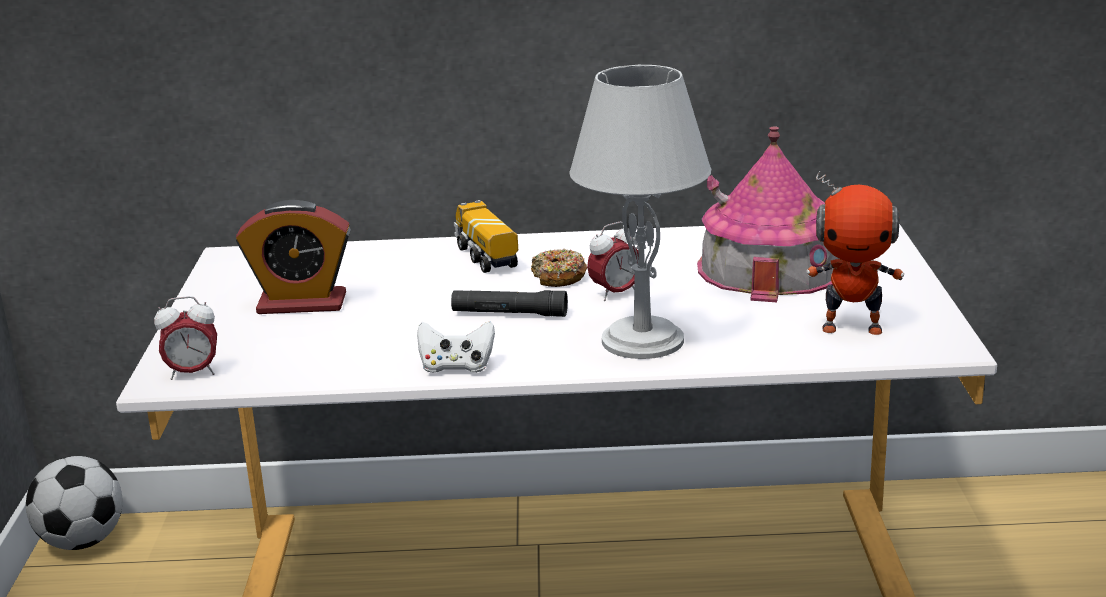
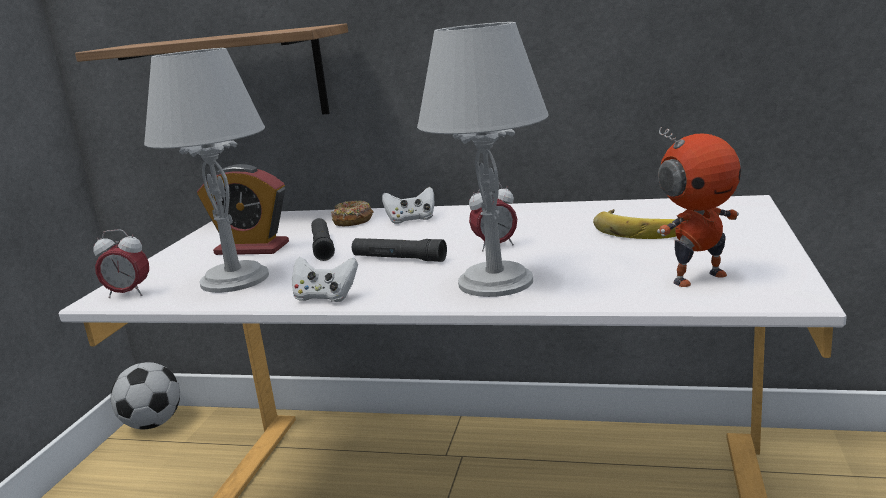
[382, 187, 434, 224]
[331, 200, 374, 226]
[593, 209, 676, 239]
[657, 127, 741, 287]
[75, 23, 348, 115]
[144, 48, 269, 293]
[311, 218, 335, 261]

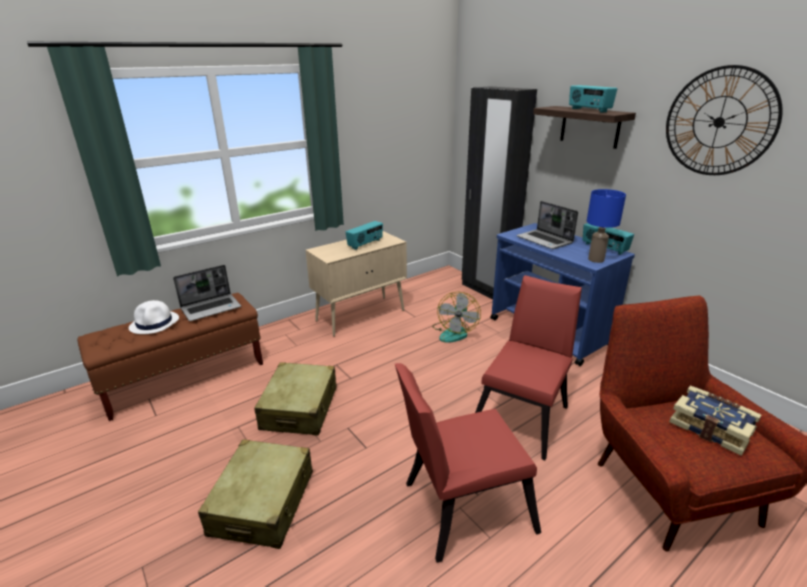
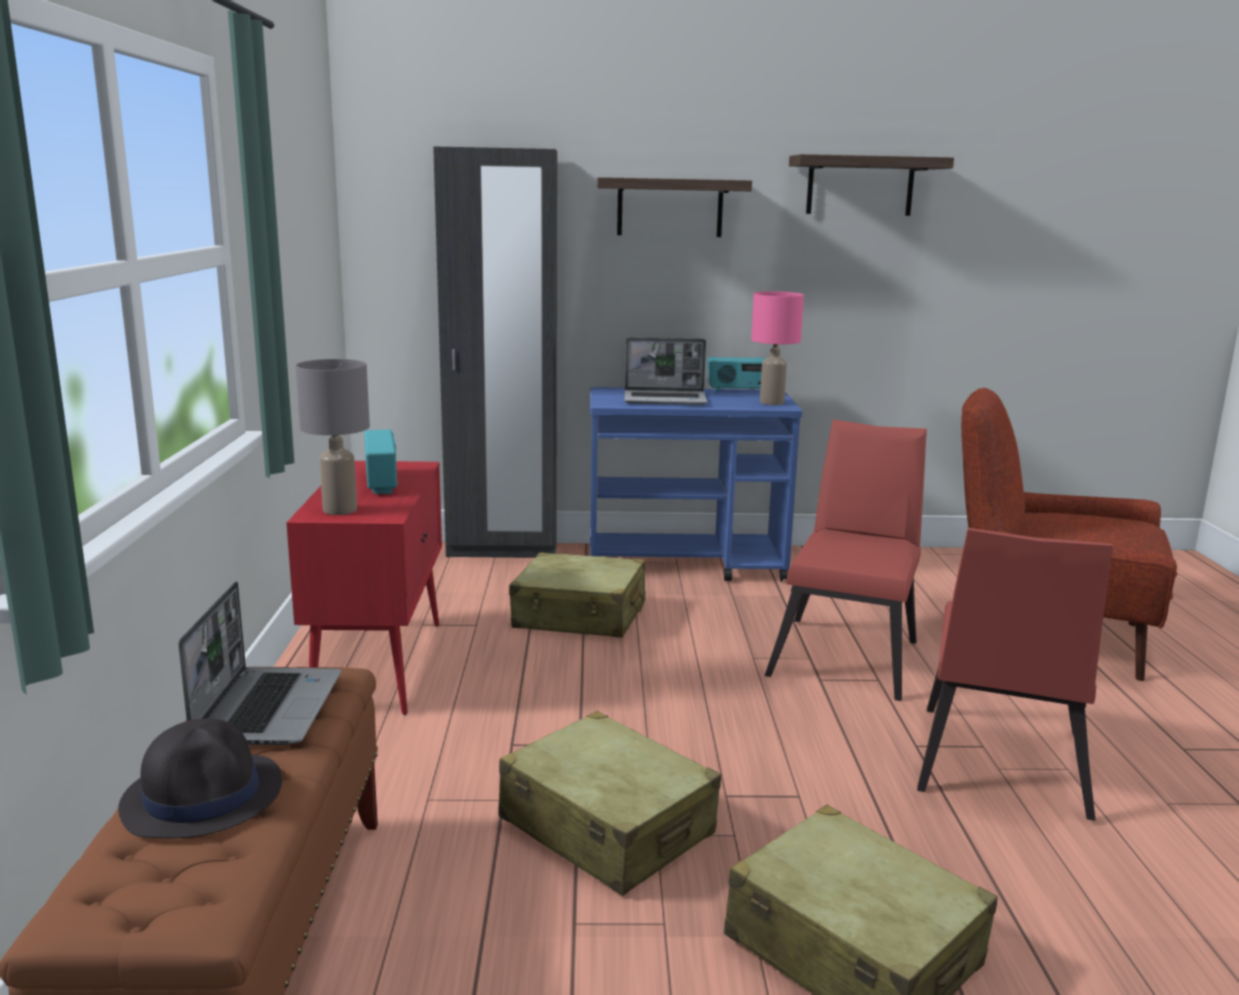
[118, 718, 282, 838]
[287, 461, 442, 715]
[509, 552, 645, 638]
[765, 419, 927, 701]
[569, 85, 617, 113] (first image)
[751, 291, 804, 405]
[789, 154, 954, 216]
[669, 386, 761, 456] (first image)
[295, 359, 370, 515]

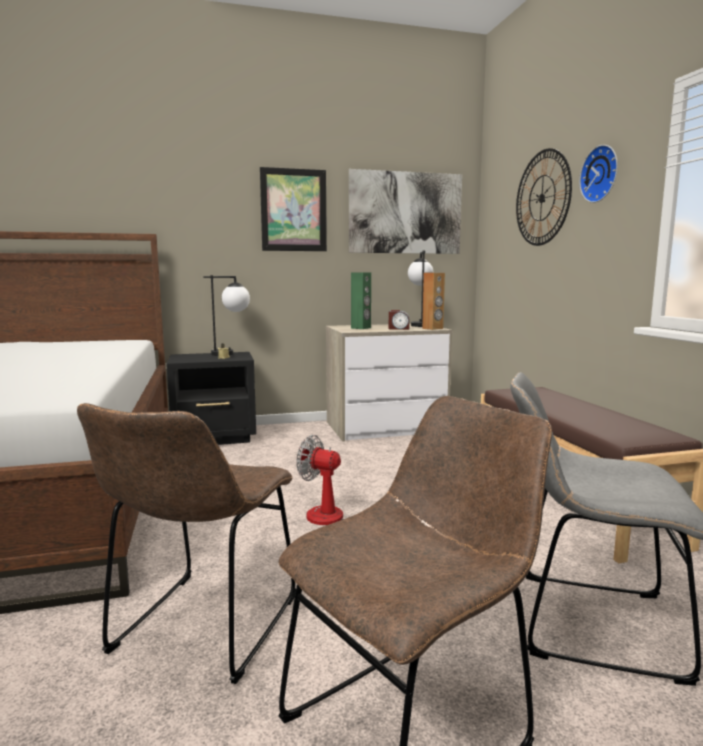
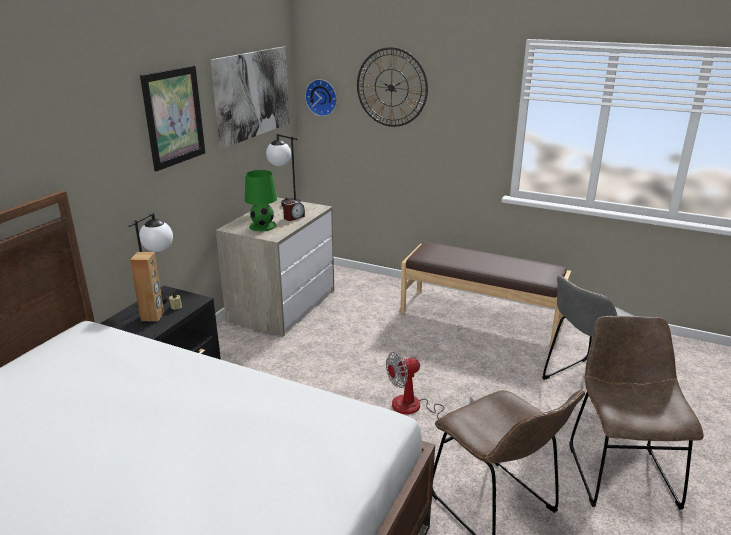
[245, 170, 277, 231]
[130, 252, 164, 322]
[305, 79, 337, 116]

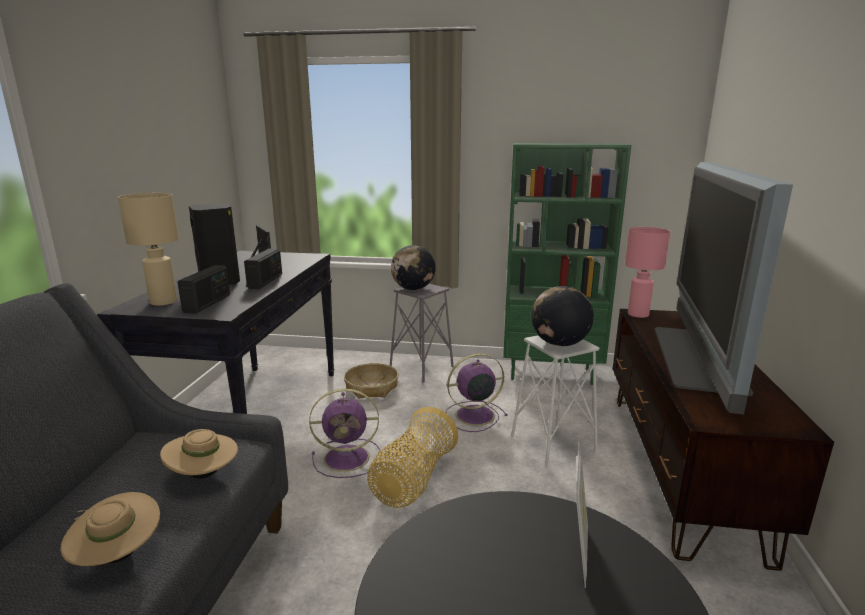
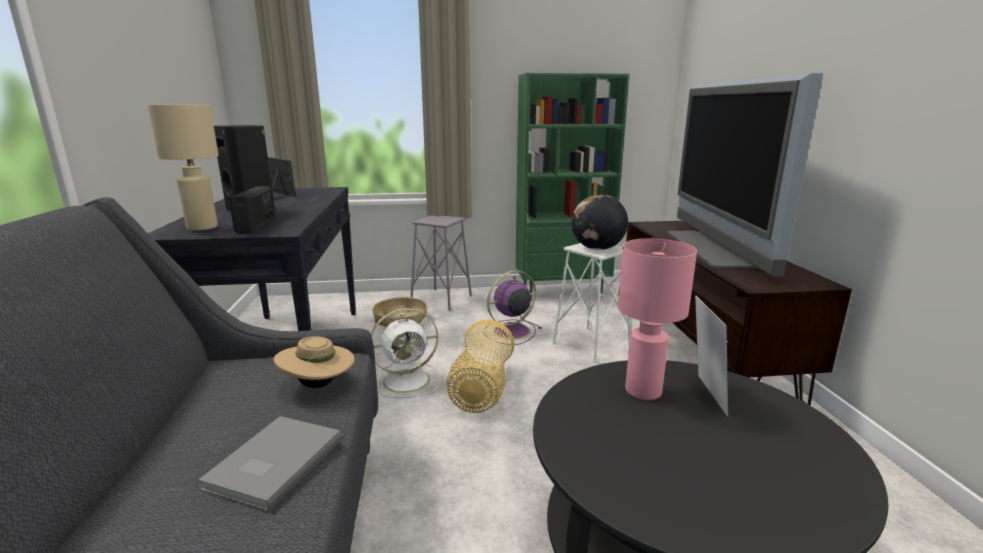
[198, 416, 342, 511]
[244, 249, 282, 289] (first image)
[371, 308, 442, 398]
[391, 245, 436, 290] (first image)
[618, 238, 697, 400]

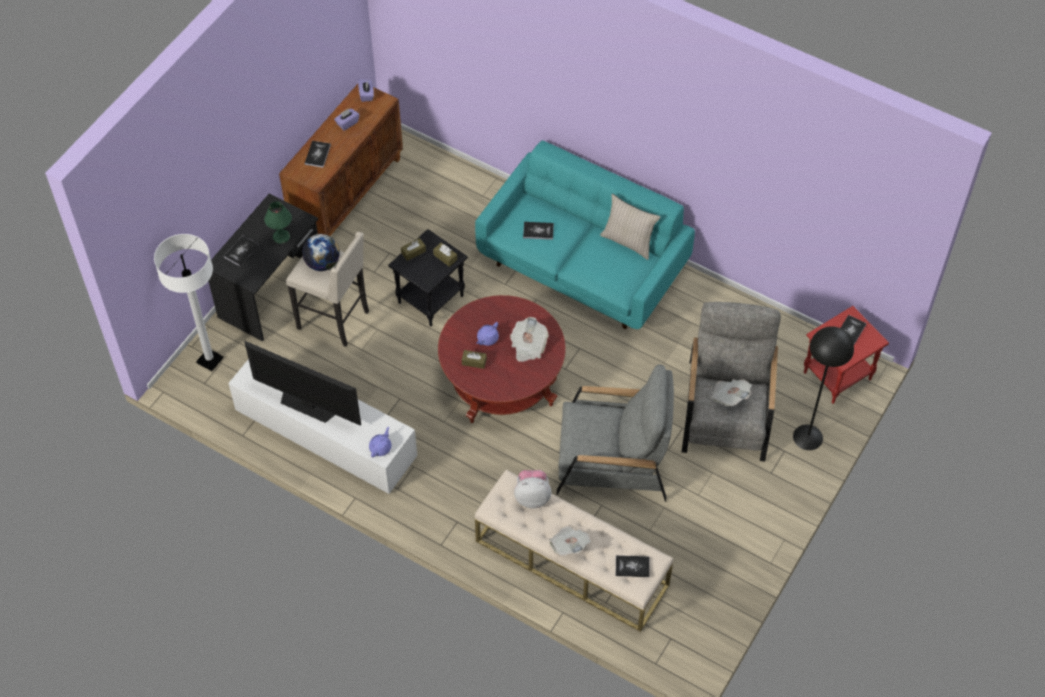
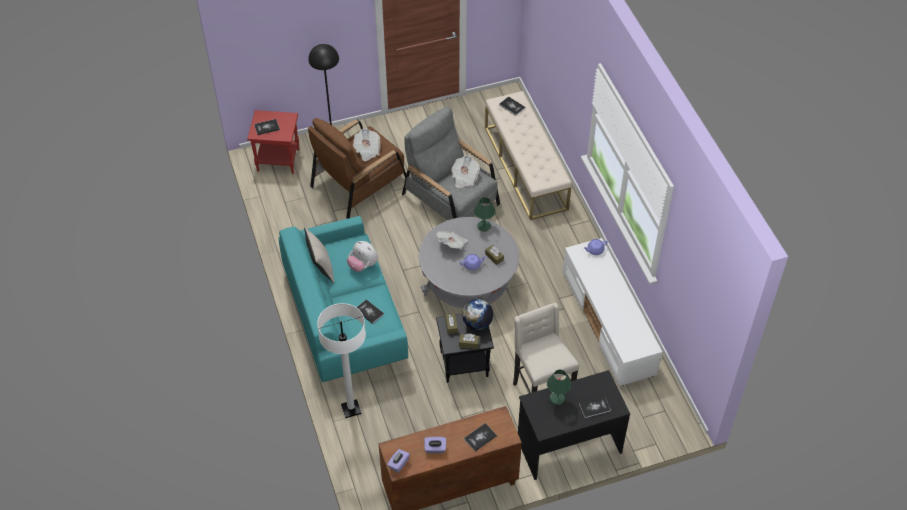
[317, 303, 366, 418]
[245, 341, 361, 426] (first image)
[462, 299, 493, 330]
[419, 217, 519, 308]
[347, 241, 378, 272]
[451, 155, 480, 188]
[308, 118, 406, 219]
[474, 197, 495, 232]

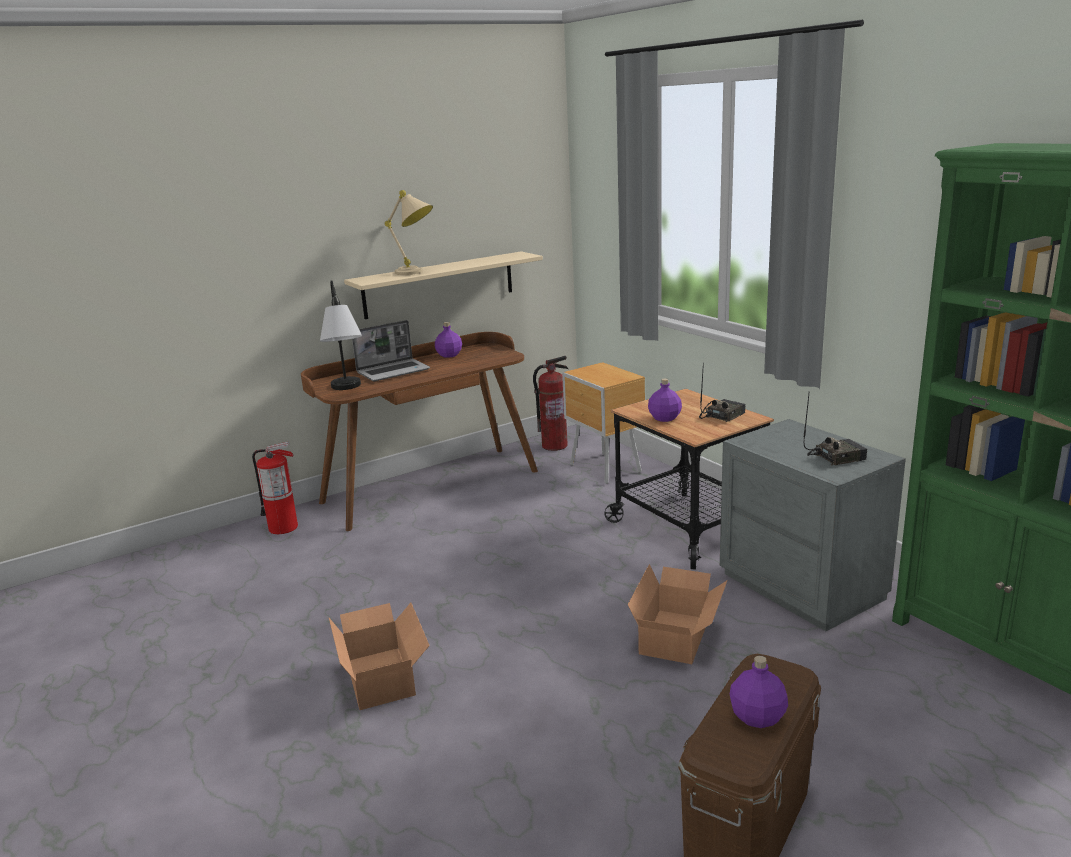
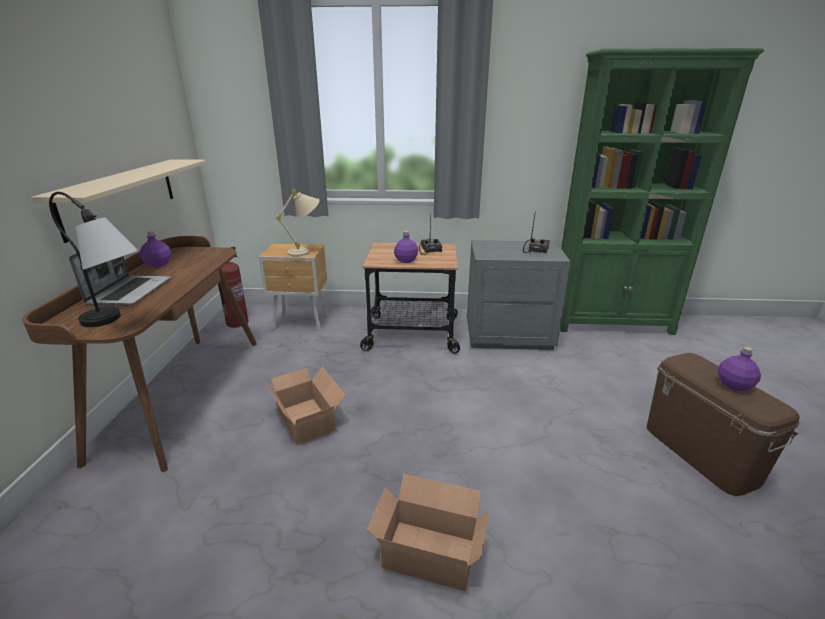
[252, 442, 298, 534] (first image)
[276, 189, 320, 256]
[265, 366, 346, 445]

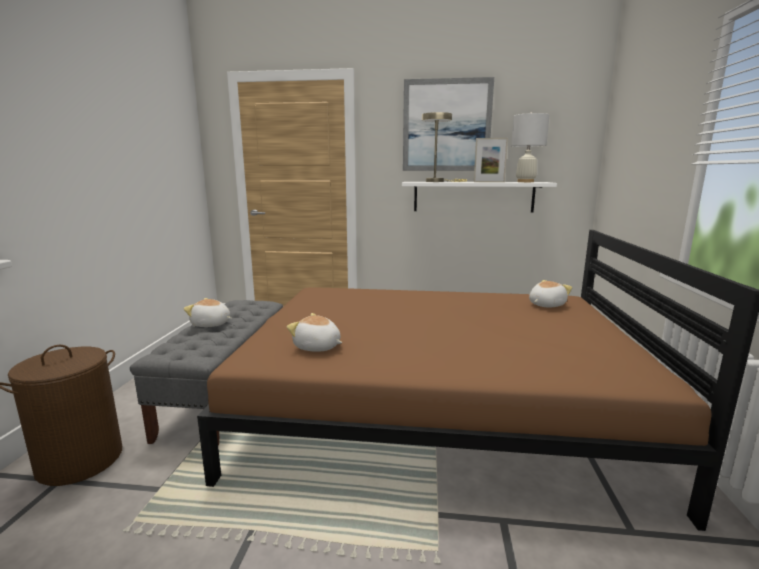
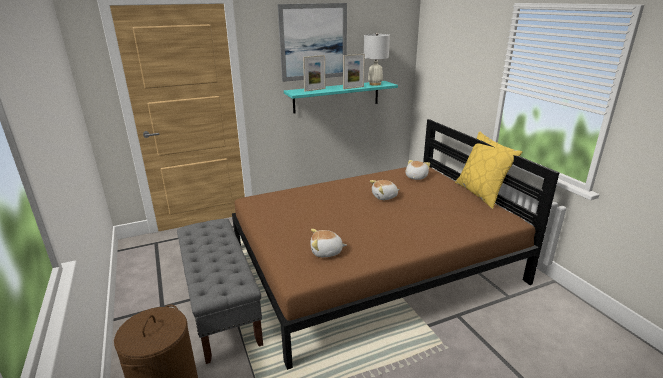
[370, 180, 400, 200]
[284, 81, 398, 114]
[303, 55, 326, 92]
[455, 131, 522, 209]

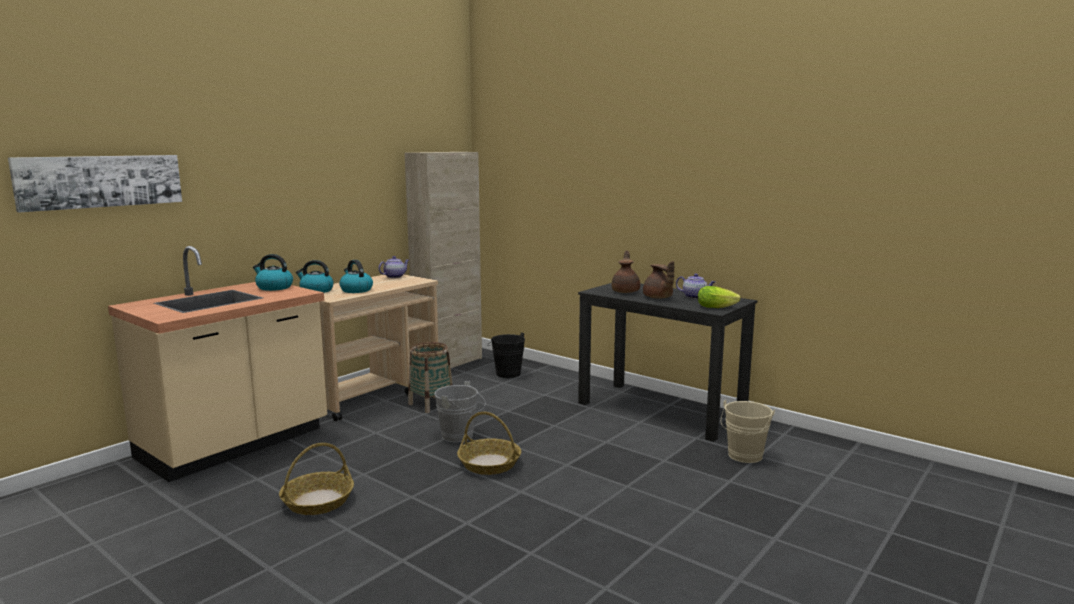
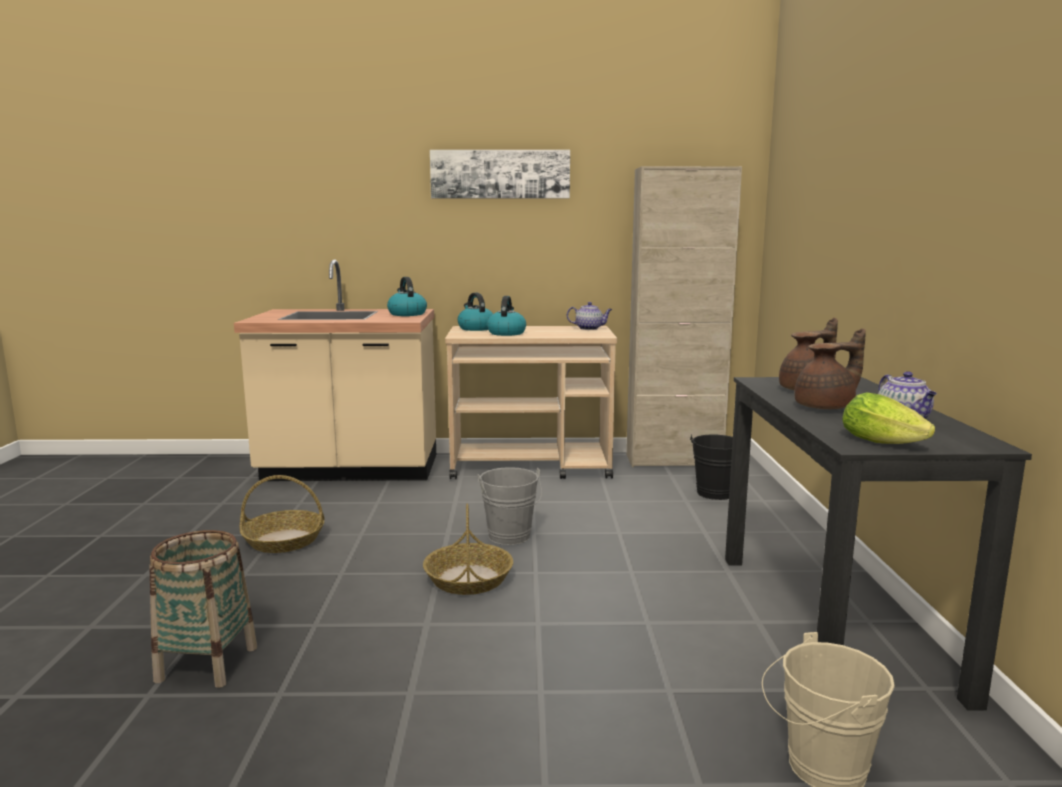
[430, 150, 570, 198]
[149, 530, 257, 688]
[794, 328, 866, 409]

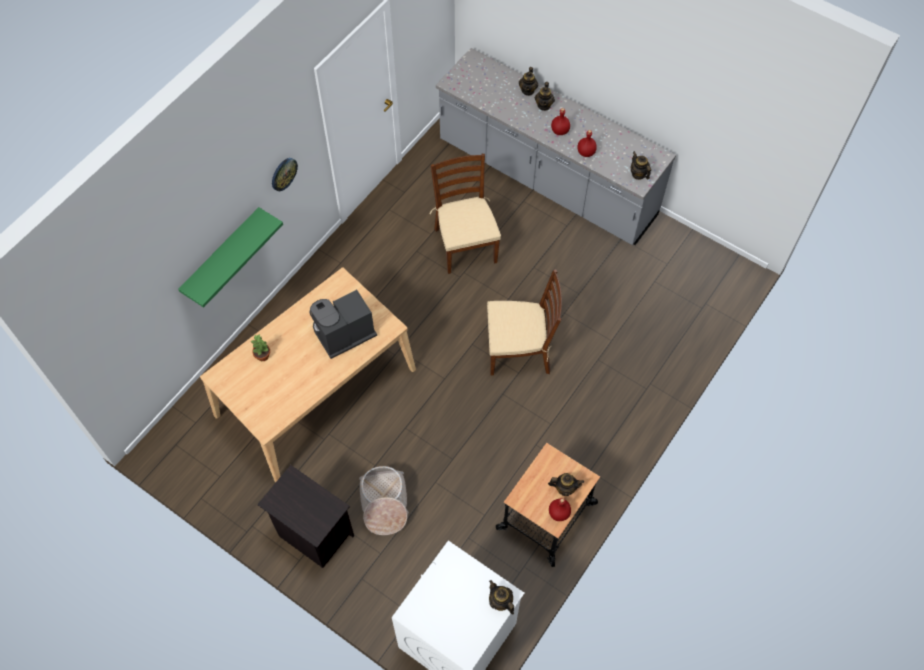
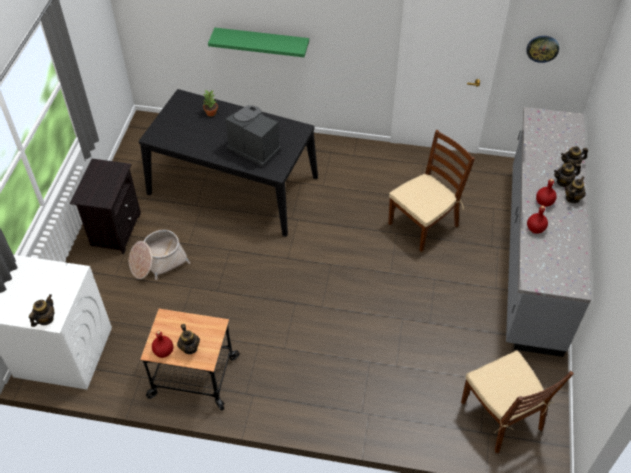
[139, 89, 318, 237]
[526, 36, 559, 63]
[461, 350, 574, 453]
[565, 176, 586, 203]

